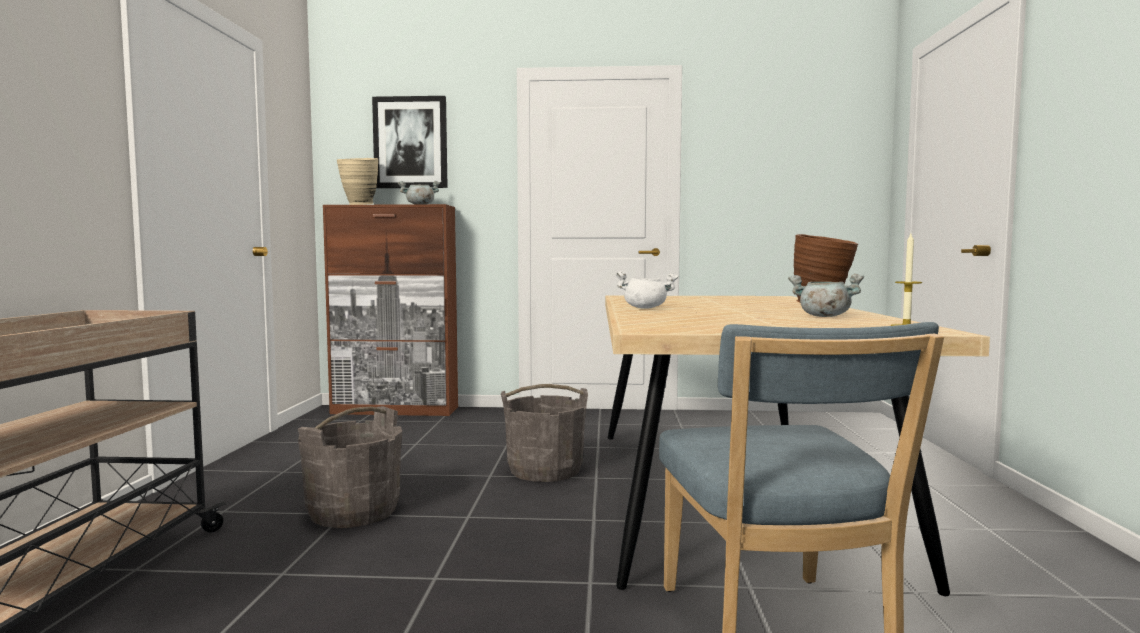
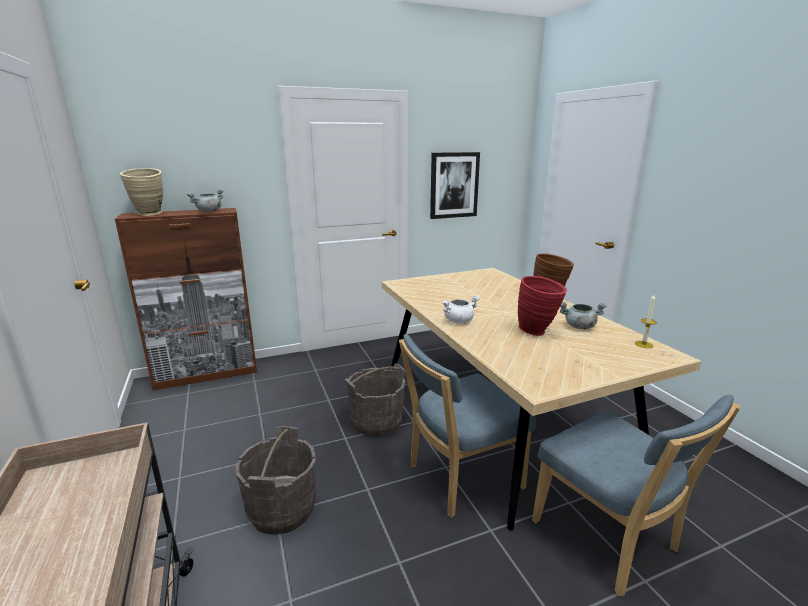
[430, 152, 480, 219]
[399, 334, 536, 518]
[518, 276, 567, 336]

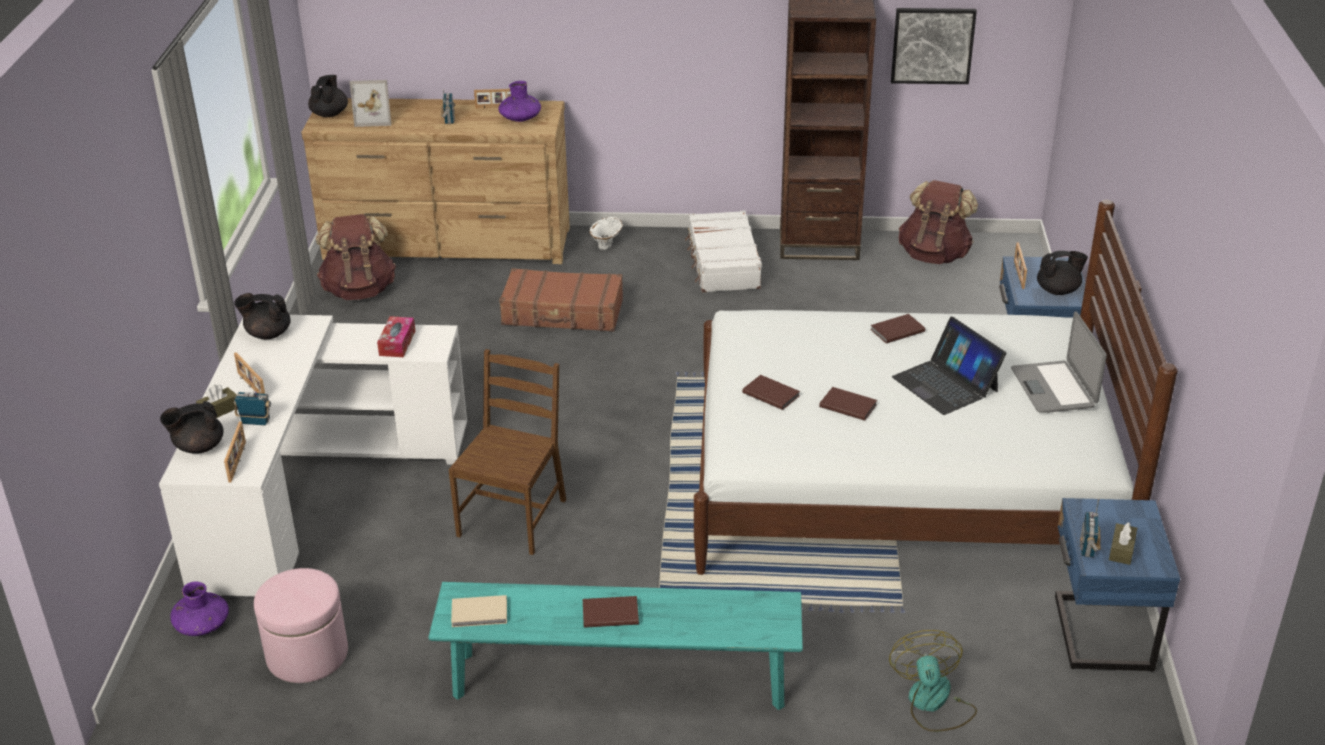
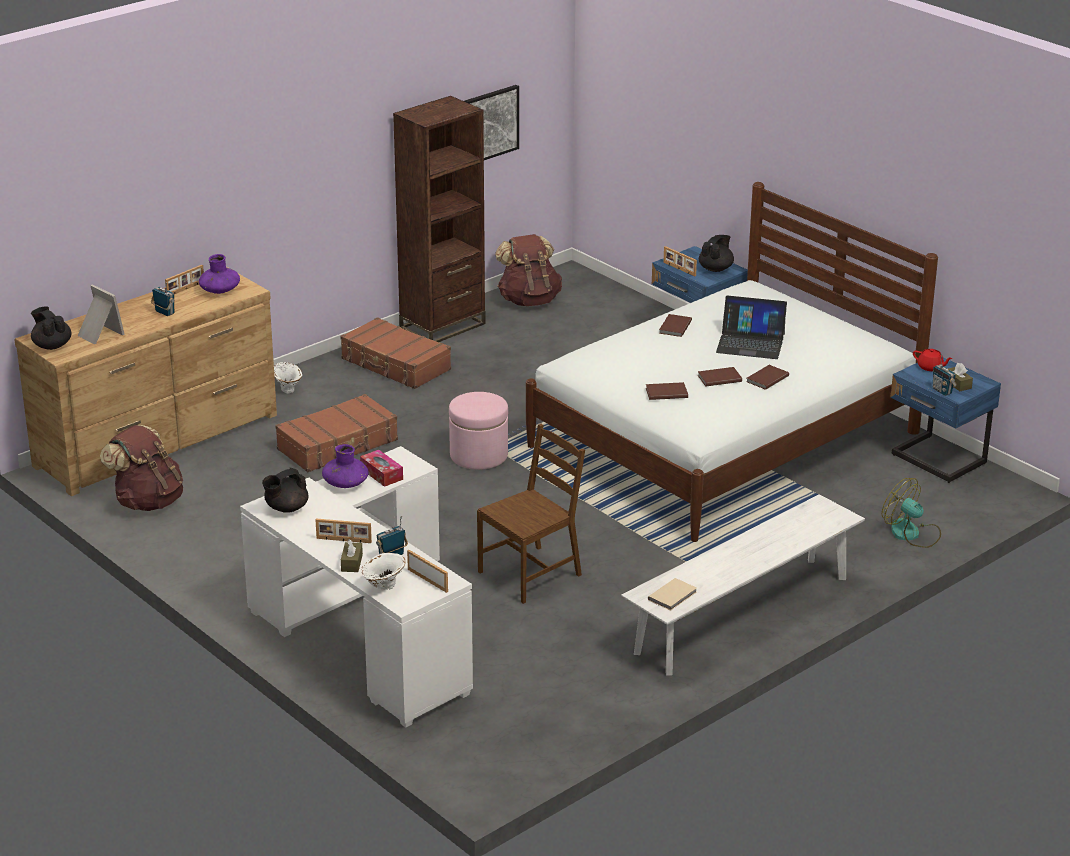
[362, 553, 406, 590]
[322, 444, 369, 488]
[449, 392, 508, 470]
[78, 284, 125, 344]
[621, 494, 865, 676]
[477, 424, 585, 604]
[747, 365, 789, 390]
[340, 317, 451, 389]
[1011, 312, 1107, 413] (first image)
[913, 349, 953, 371]

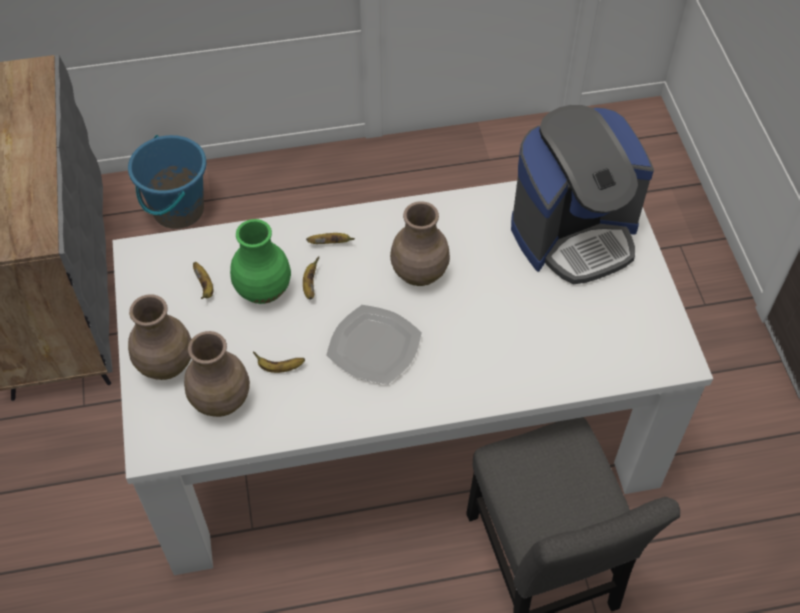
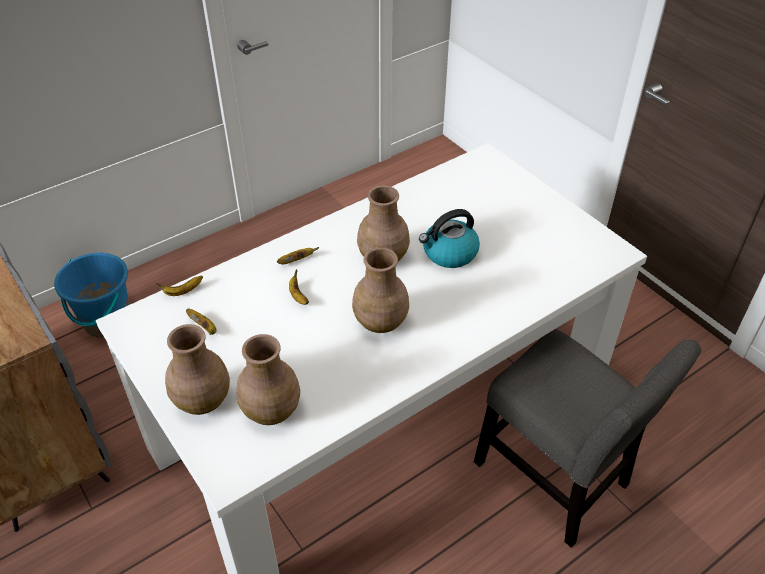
[230, 219, 291, 304] (first image)
[156, 275, 203, 296]
[352, 248, 409, 333]
[511, 105, 654, 284] (first image)
[419, 209, 480, 268]

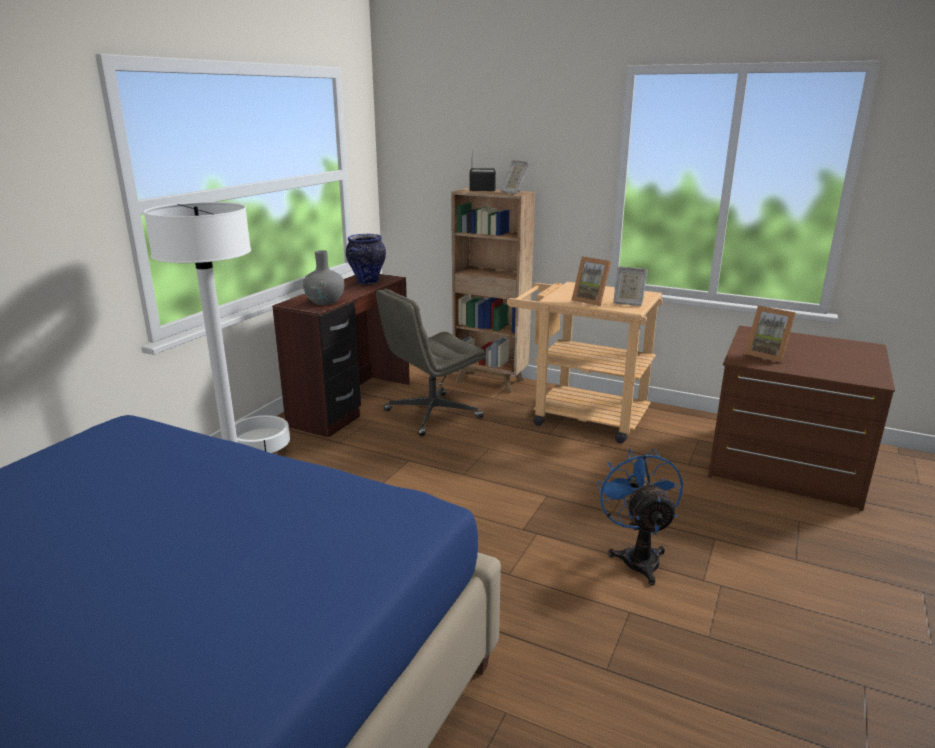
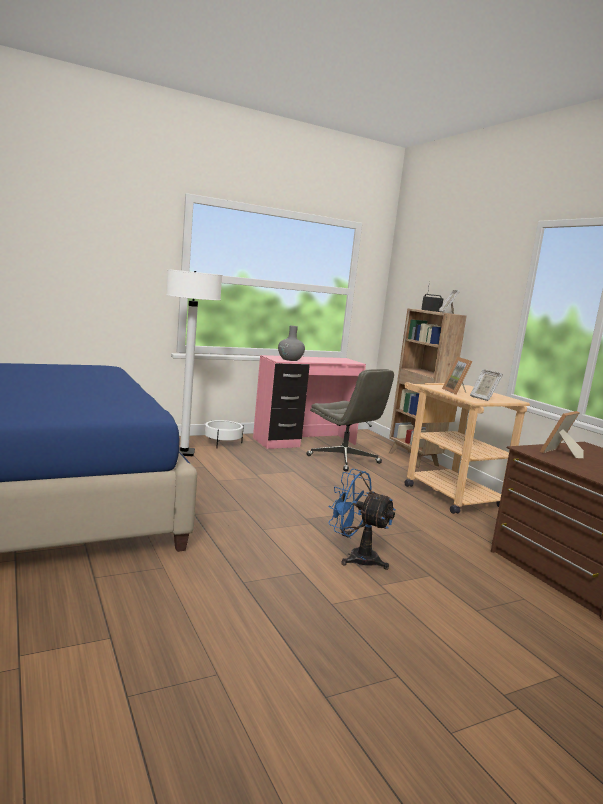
[253, 355, 366, 449]
[346, 234, 386, 284] (first image)
[306, 369, 394, 472]
[328, 469, 396, 570]
[540, 411, 584, 458]

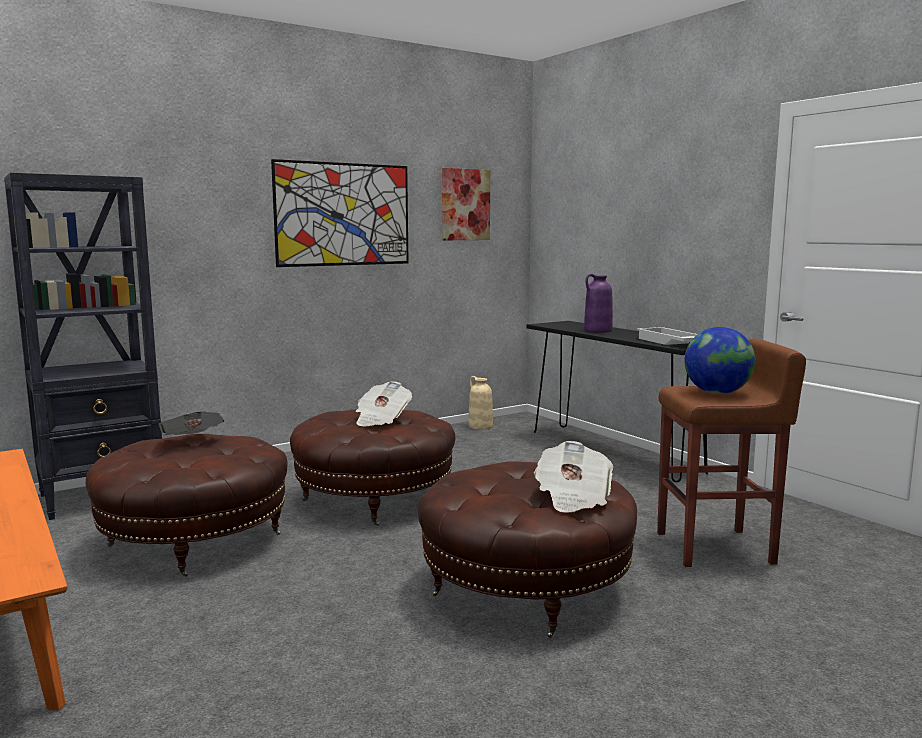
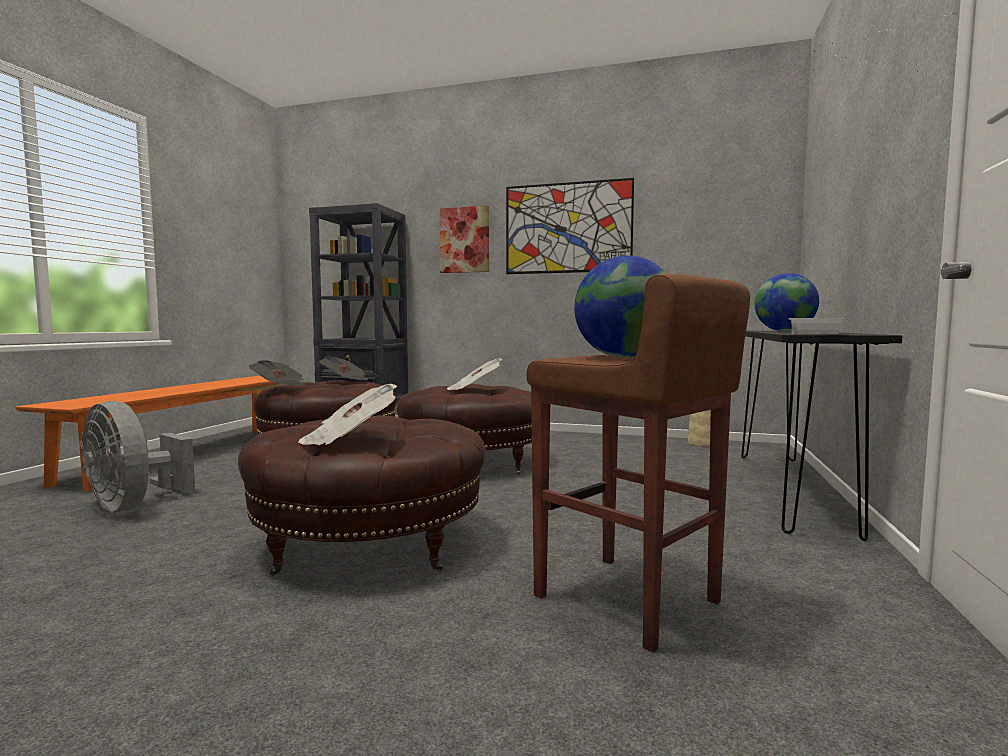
[440, 206, 489, 273]
[754, 273, 819, 332]
[80, 401, 195, 512]
[249, 360, 304, 386]

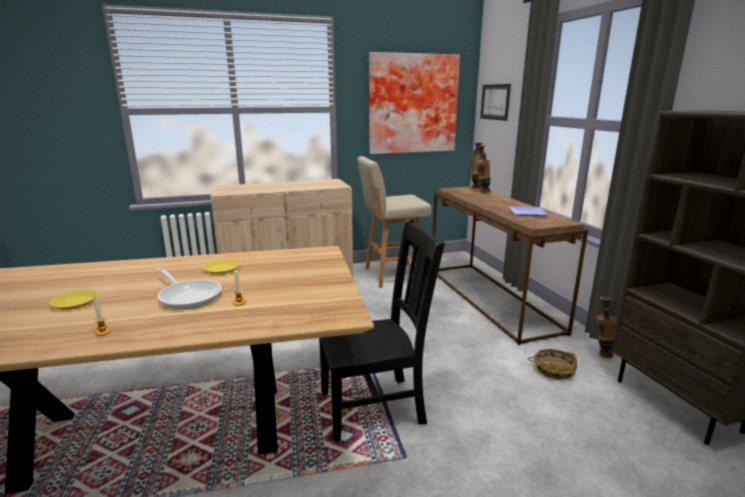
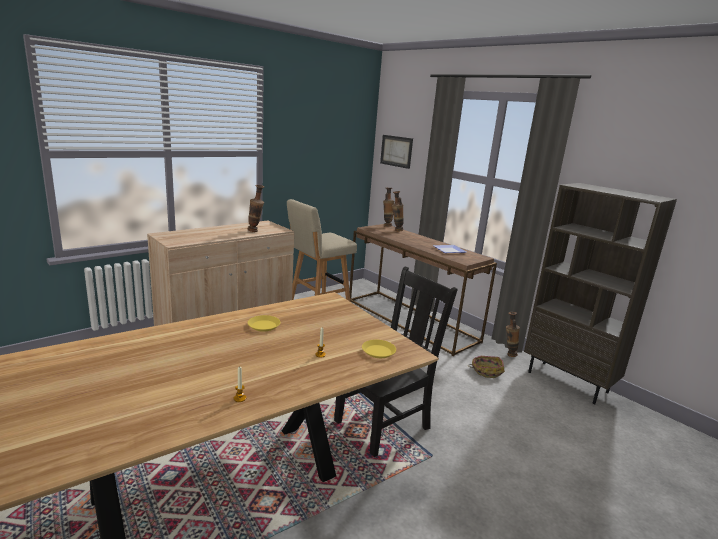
[362, 340, 396, 358]
[157, 267, 222, 309] (first image)
[369, 52, 460, 154] (first image)
[248, 185, 264, 232]

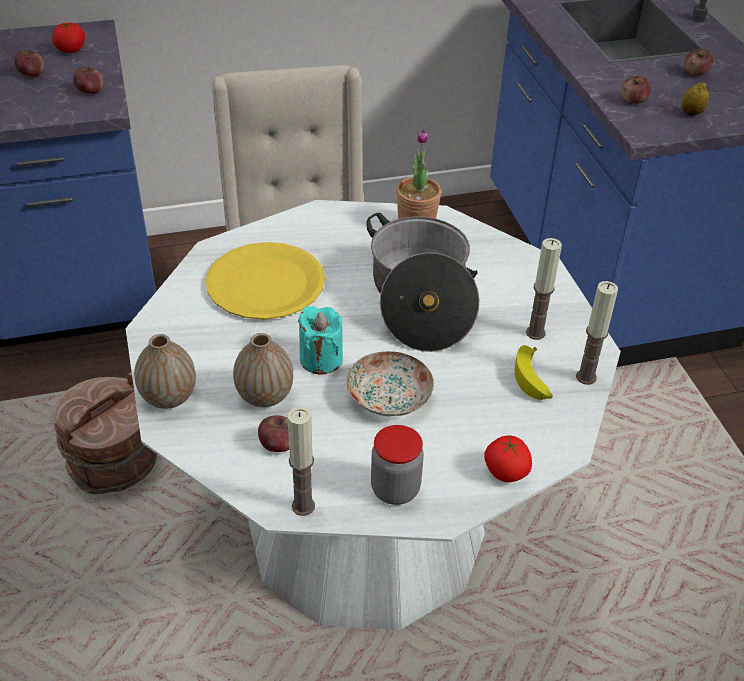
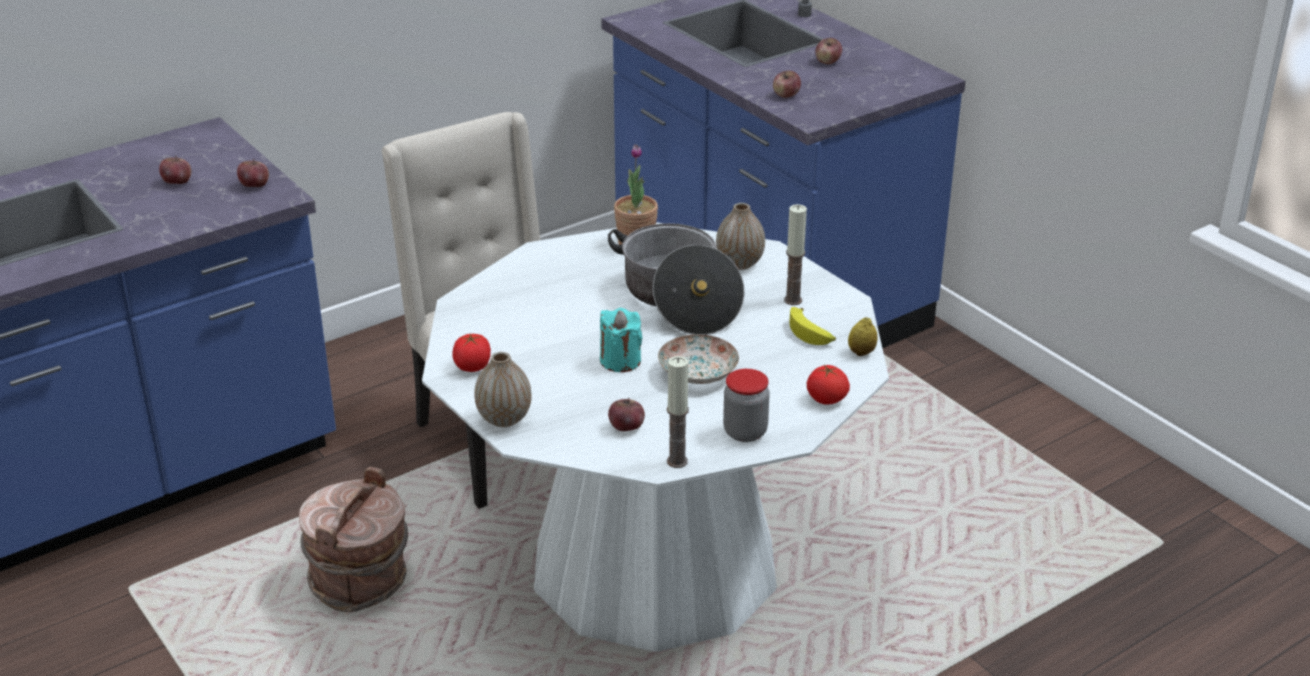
[452, 334, 491, 372]
[206, 242, 325, 320] (first image)
[716, 203, 765, 270]
[576, 281, 618, 385] (first image)
[848, 317, 878, 356]

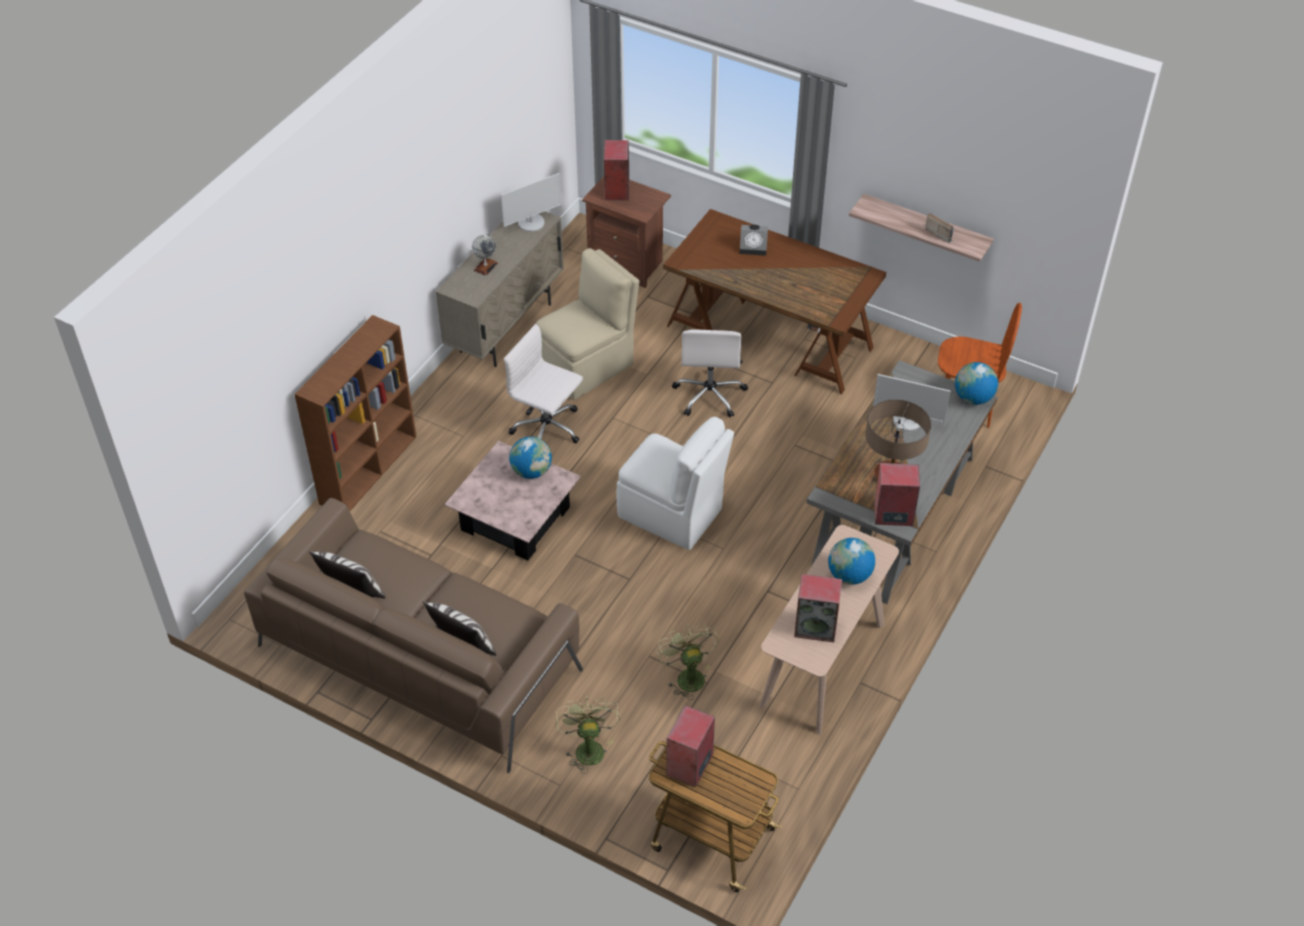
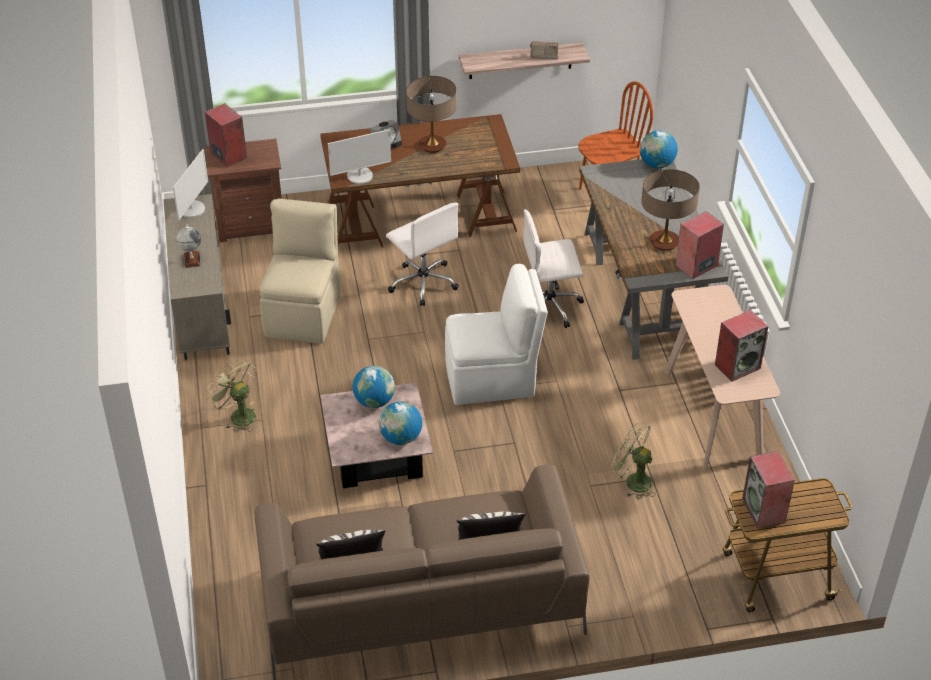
[294, 315, 417, 511] (first image)
[524, 209, 584, 328]
[207, 358, 256, 432]
[379, 402, 422, 445]
[328, 129, 391, 184]
[406, 76, 457, 153]

